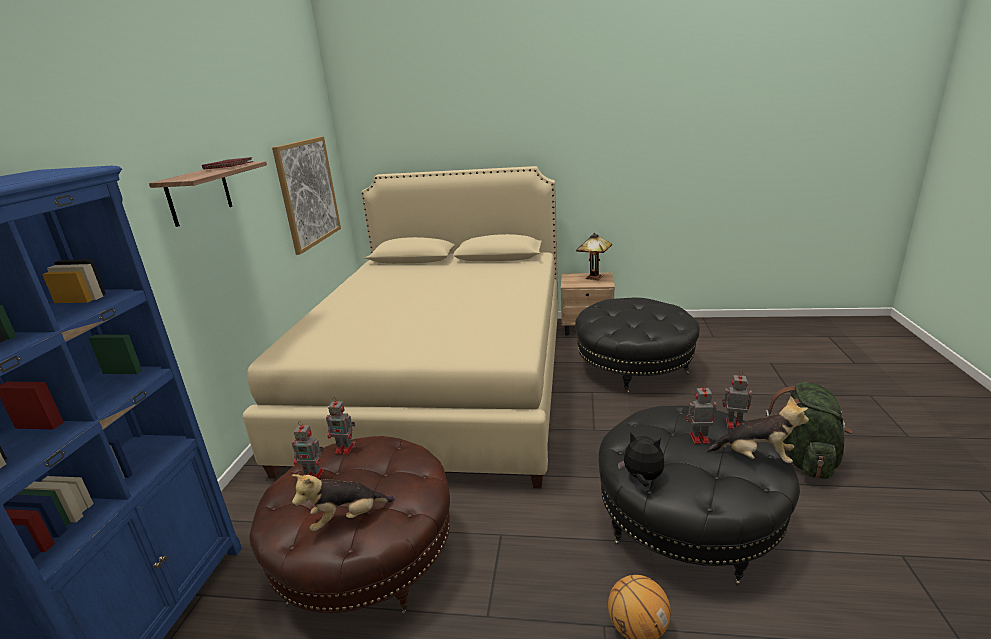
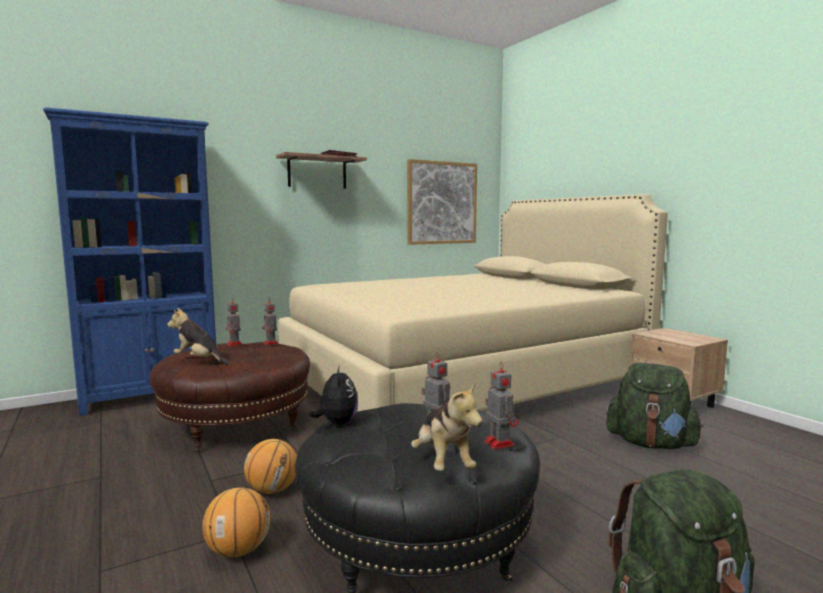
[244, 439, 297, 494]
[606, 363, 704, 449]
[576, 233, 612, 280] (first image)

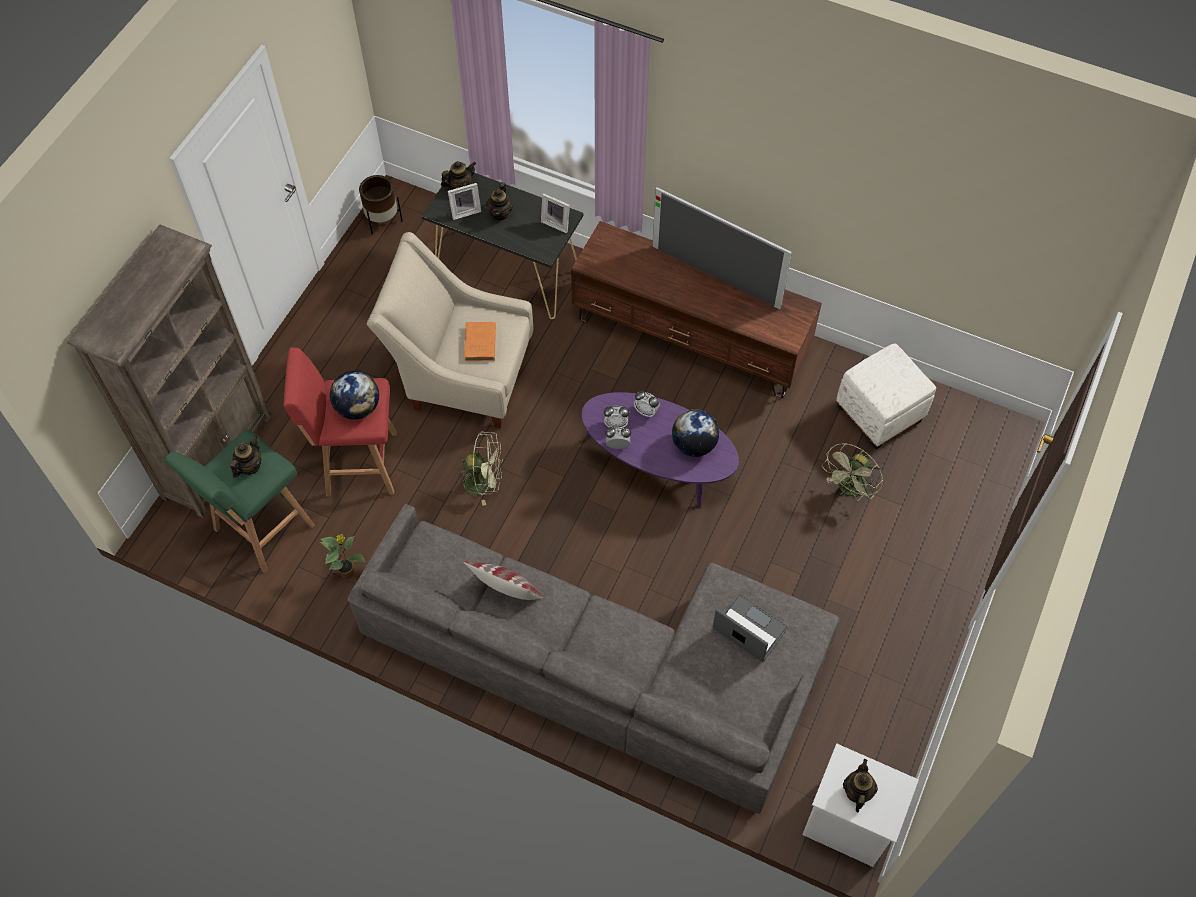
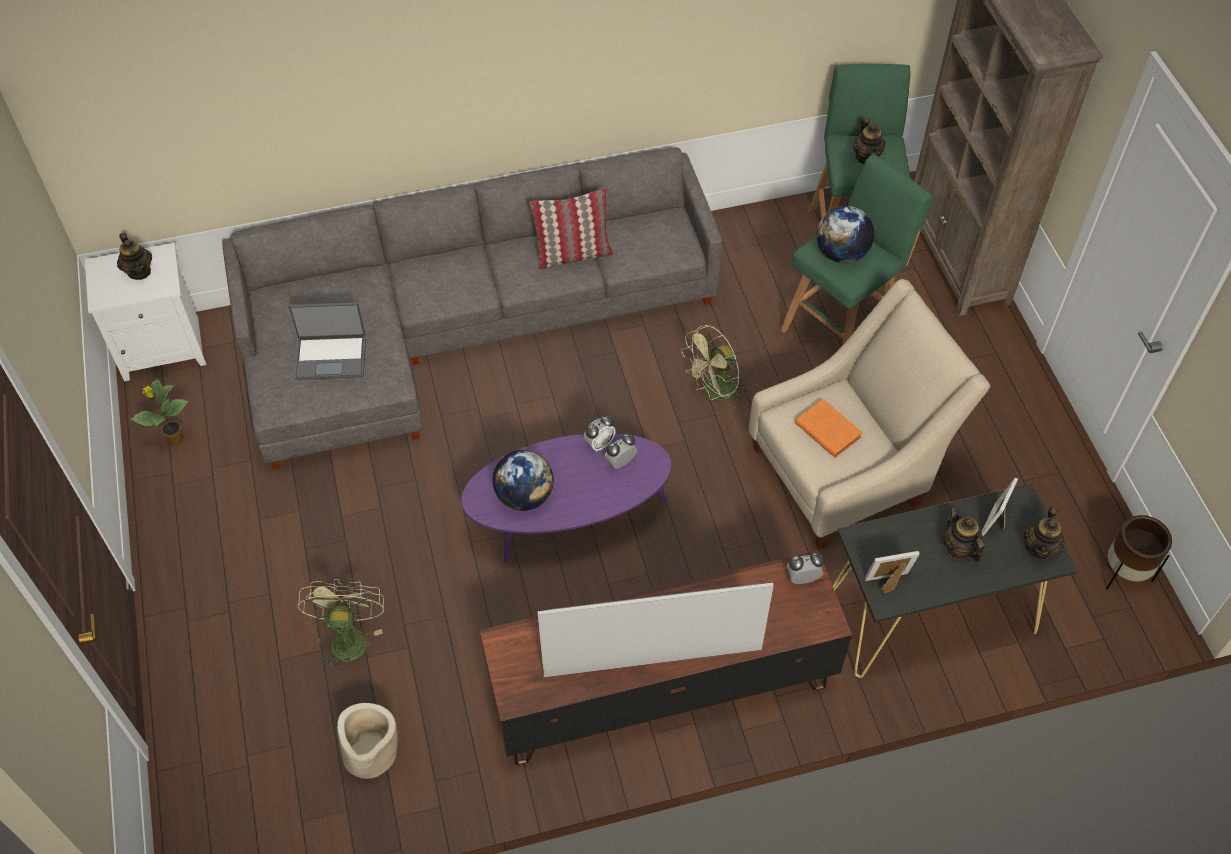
[130, 378, 189, 446]
[337, 703, 398, 779]
[781, 154, 932, 345]
[787, 552, 824, 584]

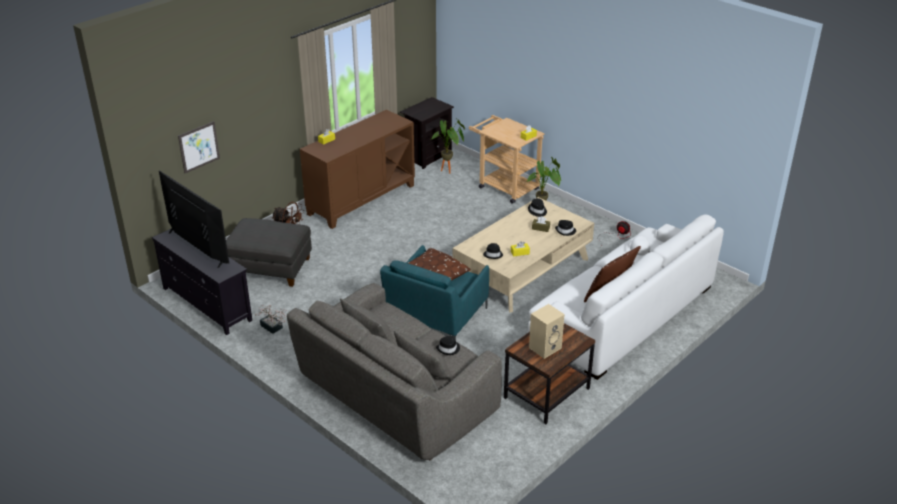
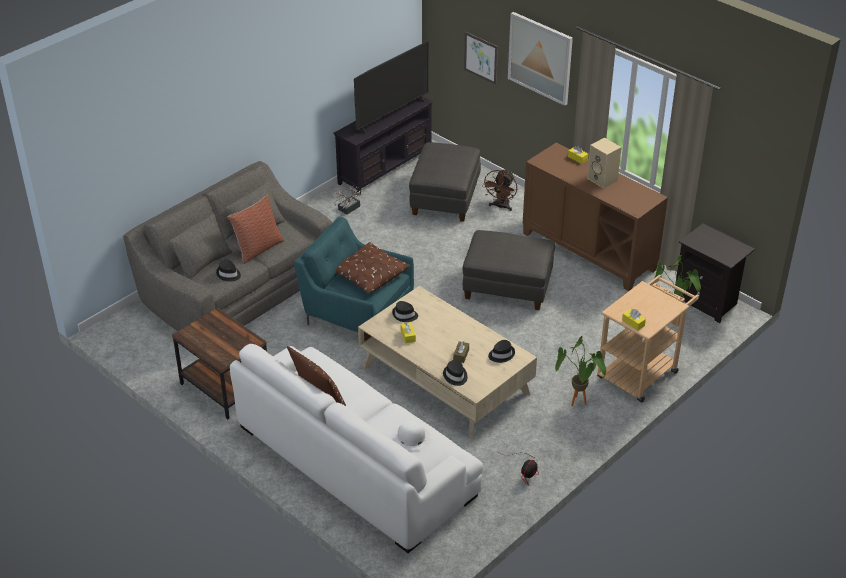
[228, 195, 284, 264]
[462, 230, 555, 310]
[508, 12, 573, 106]
[587, 137, 621, 189]

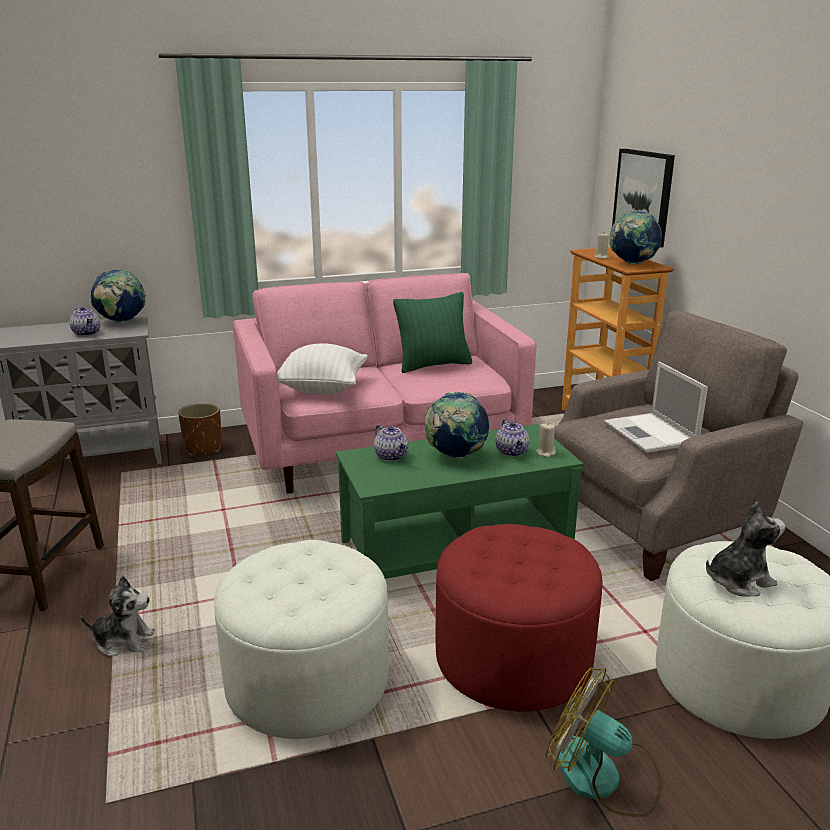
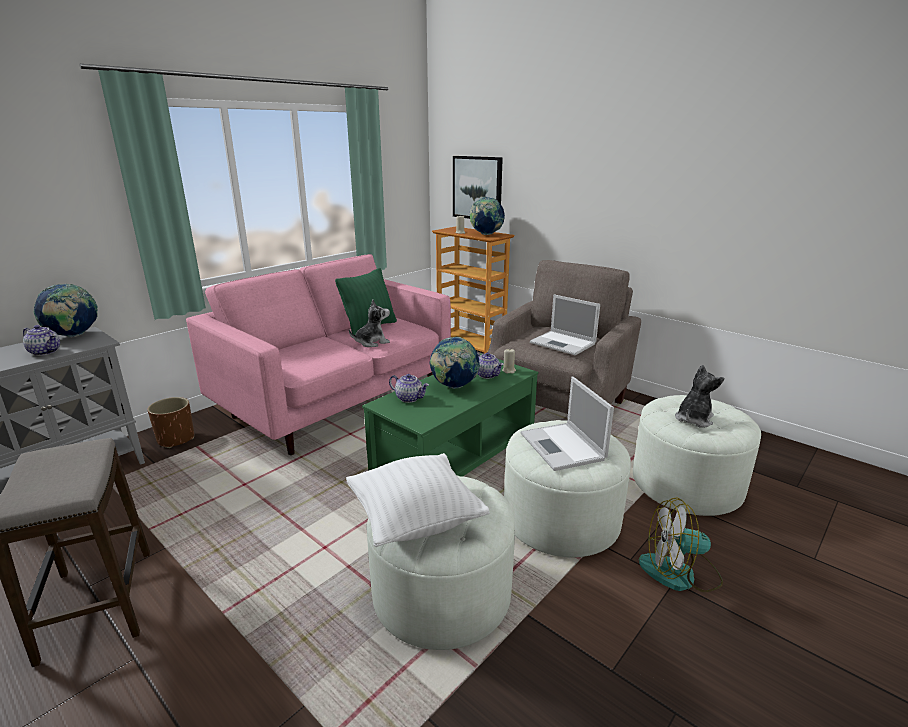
[346, 453, 490, 547]
[349, 299, 390, 347]
[504, 420, 631, 558]
[521, 377, 614, 471]

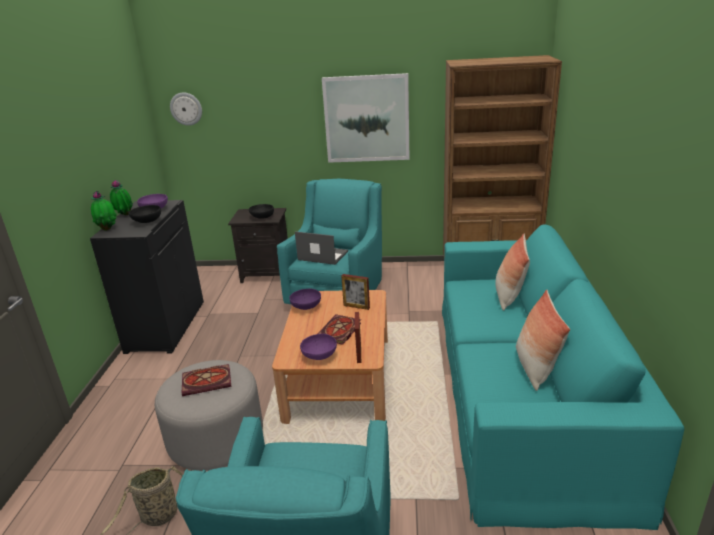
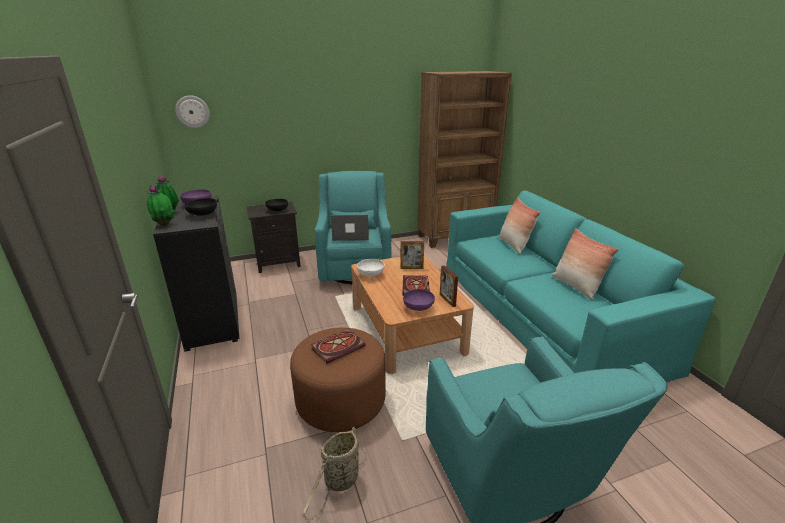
[290, 328, 386, 432]
[357, 259, 385, 277]
[322, 73, 410, 163] (first image)

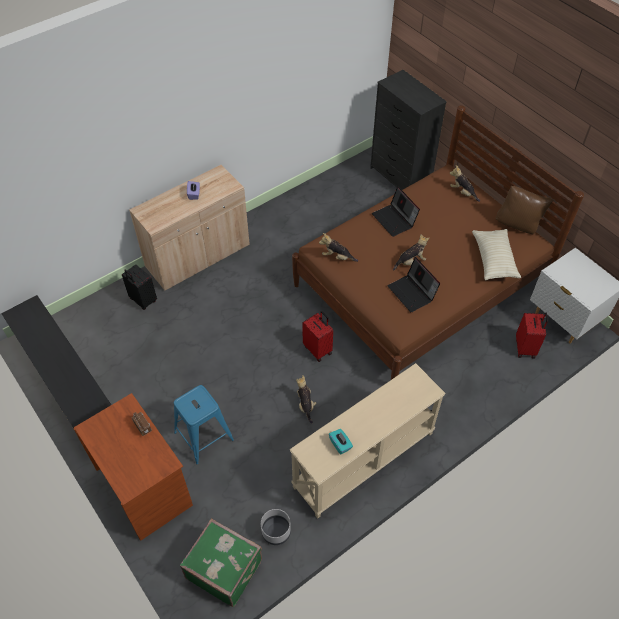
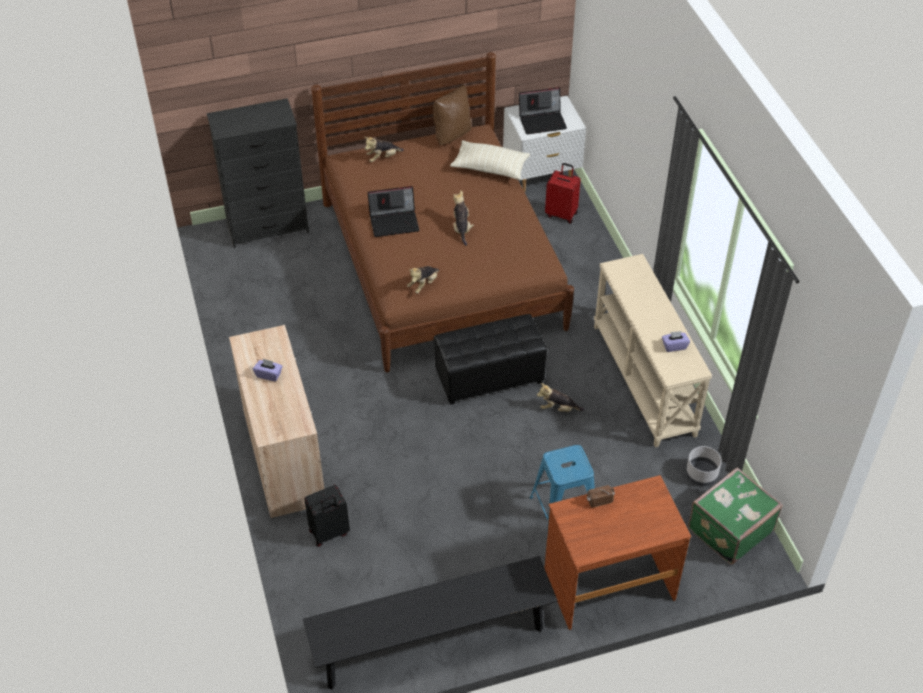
[434, 314, 547, 405]
[519, 87, 567, 134]
[662, 331, 690, 352]

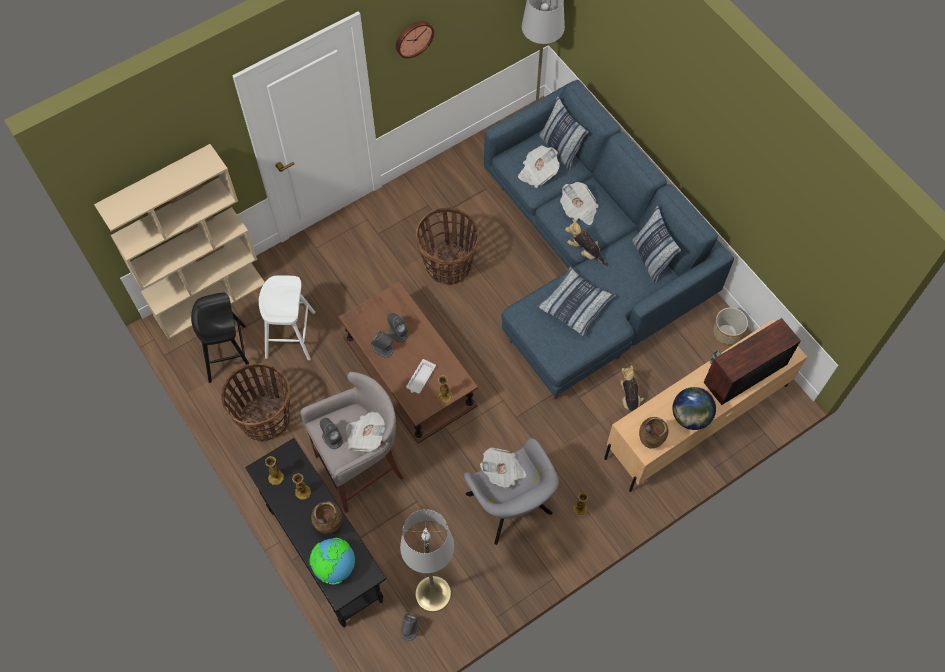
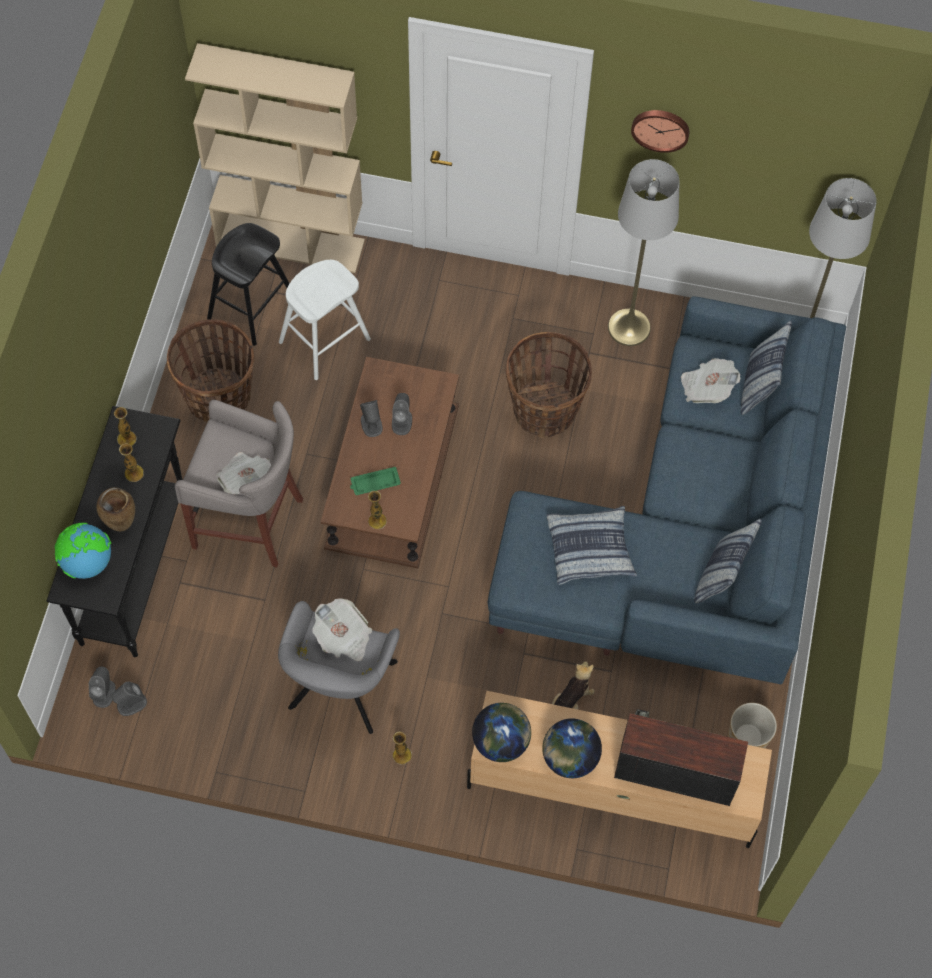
[89, 667, 116, 708]
[350, 467, 401, 495]
[472, 703, 531, 762]
[608, 159, 680, 346]
[560, 182, 599, 225] (first image)
[565, 219, 609, 266] (first image)

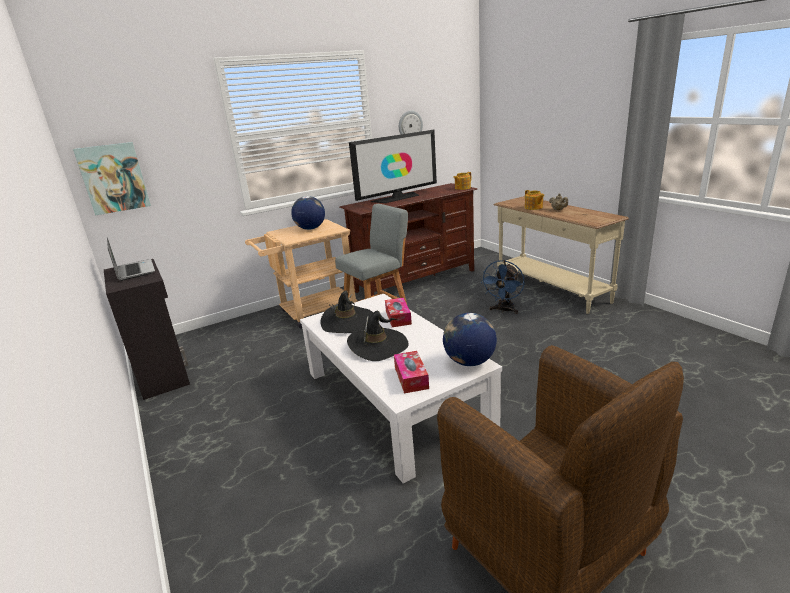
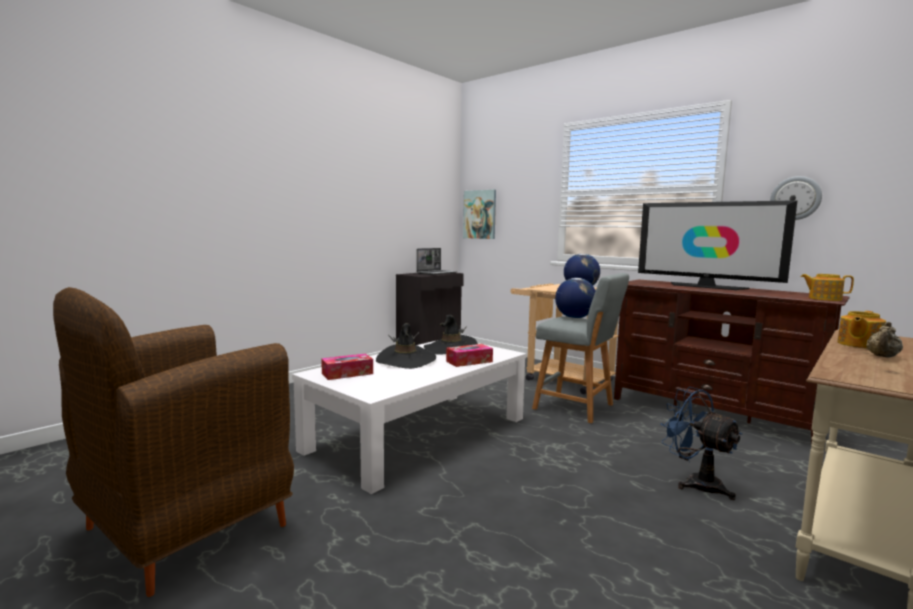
[555, 278, 596, 319]
[661, 387, 742, 500]

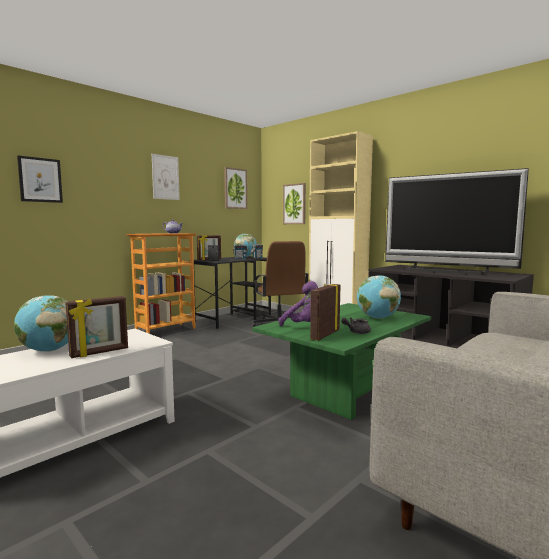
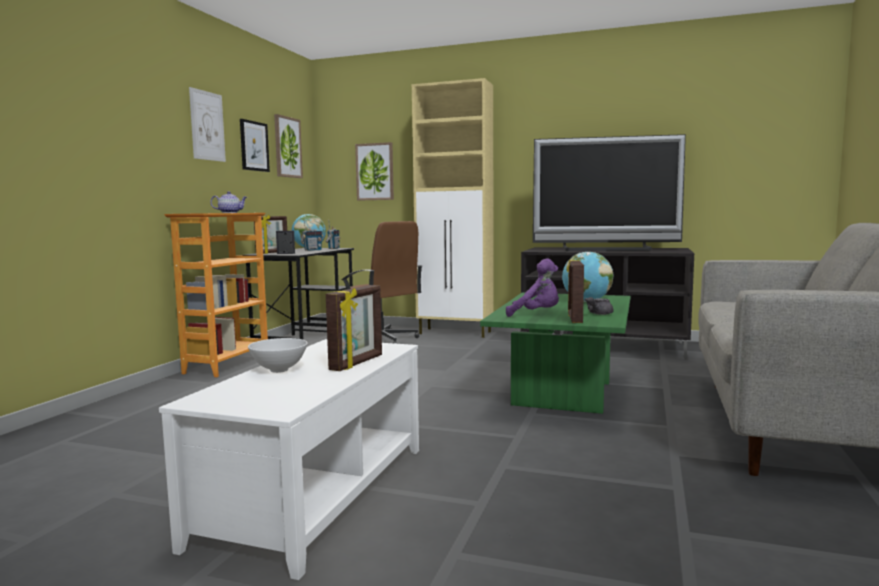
[240, 119, 270, 172]
[248, 338, 308, 373]

